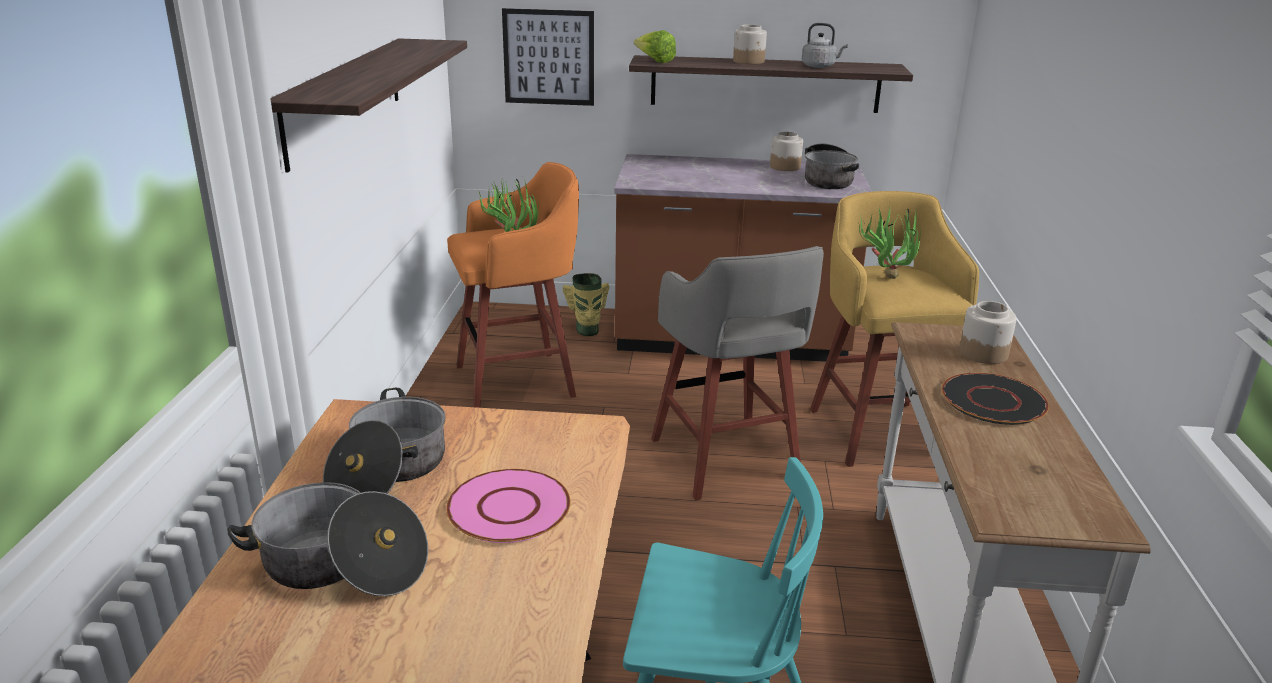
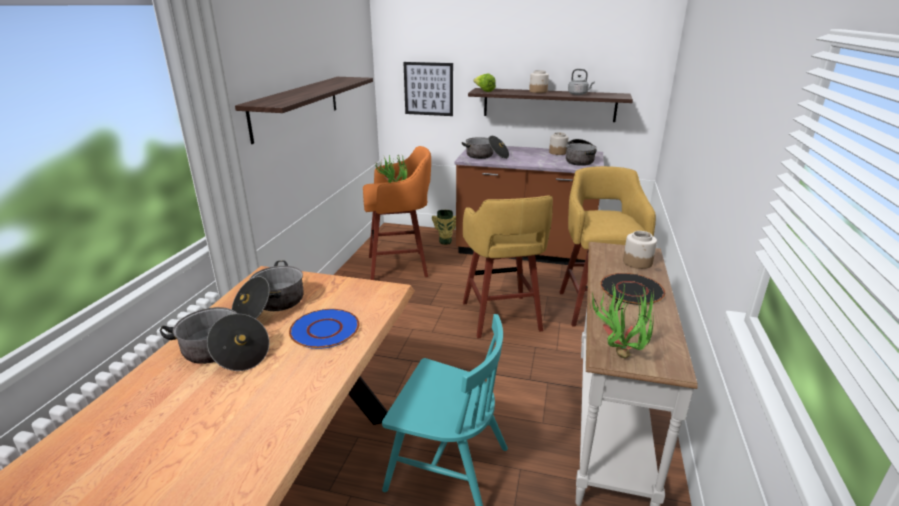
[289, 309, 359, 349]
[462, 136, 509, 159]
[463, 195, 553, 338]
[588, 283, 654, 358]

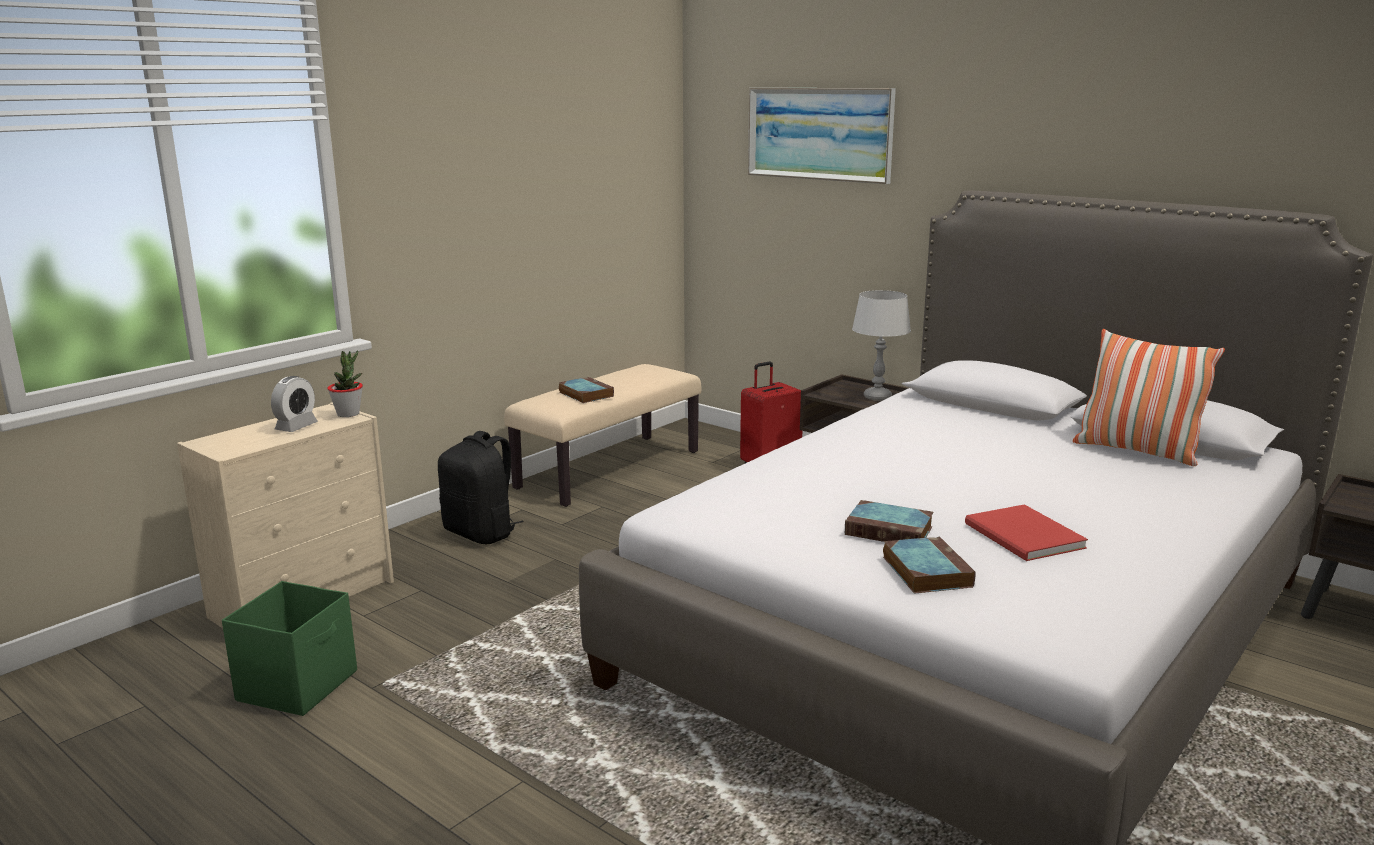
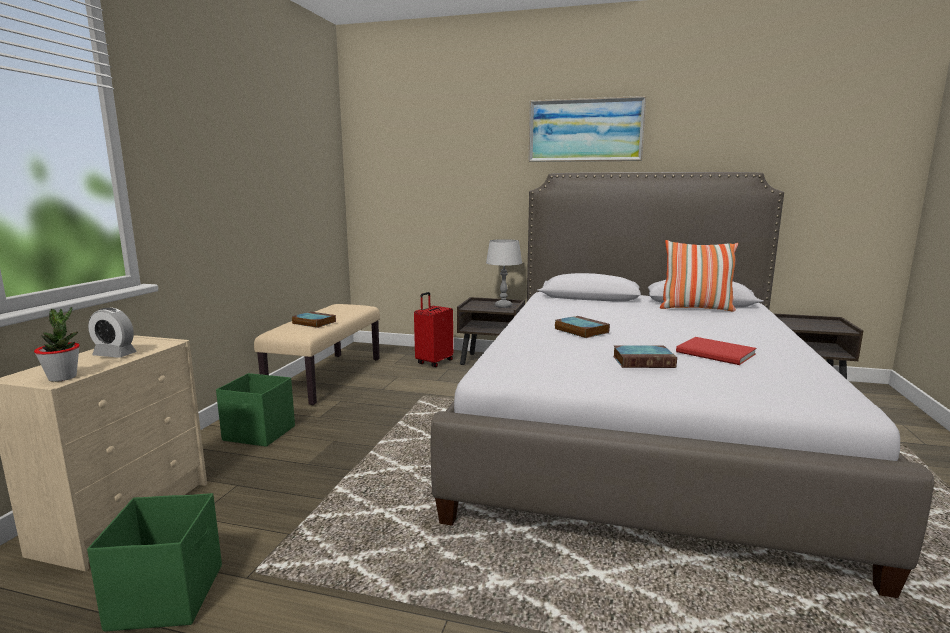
[34, 307, 80, 382]
[88, 308, 137, 358]
[216, 373, 295, 447]
[529, 96, 646, 162]
[555, 316, 610, 338]

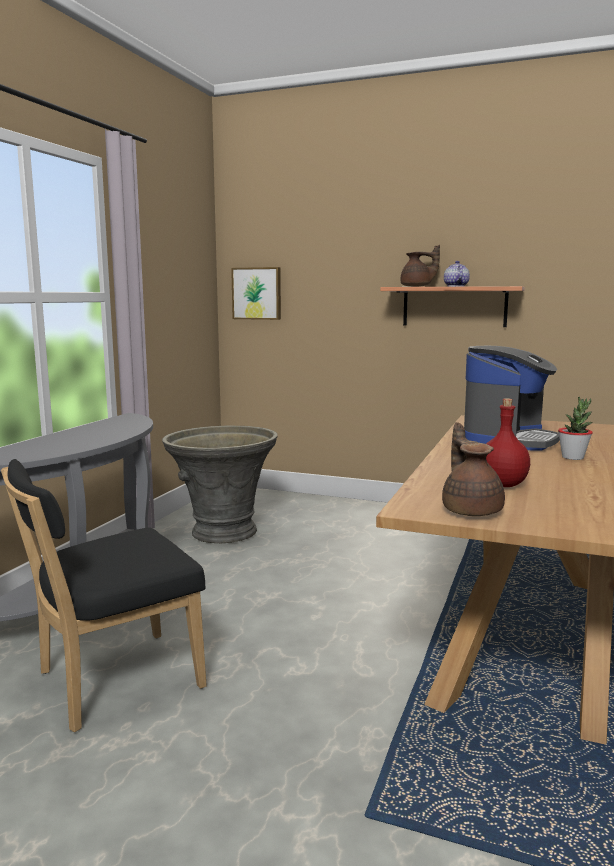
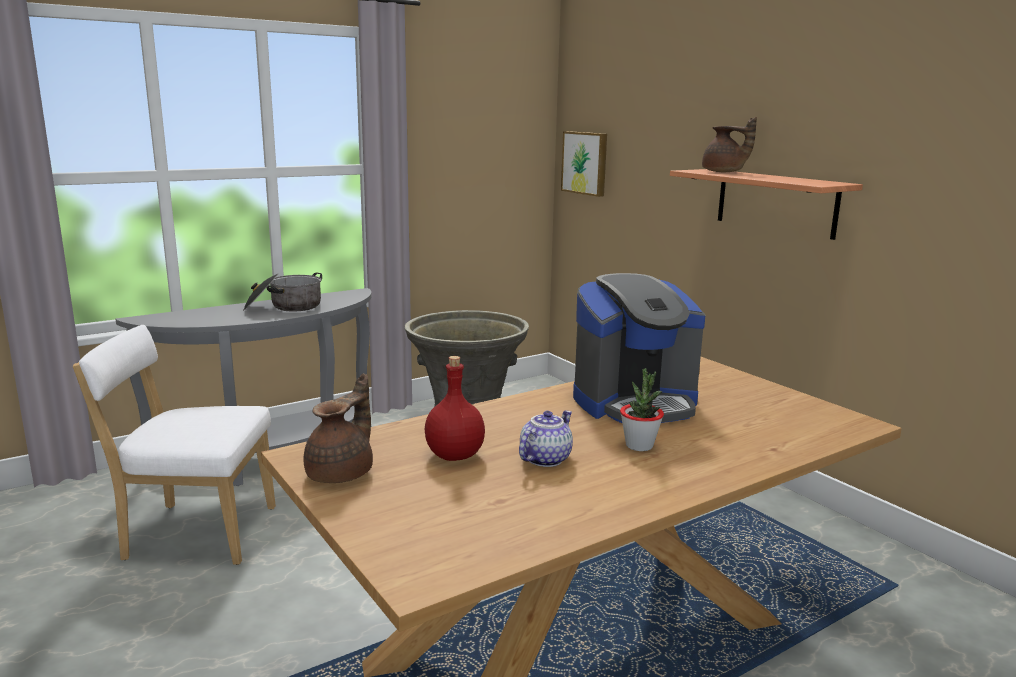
[73, 325, 276, 565]
[243, 272, 322, 311]
[519, 411, 573, 467]

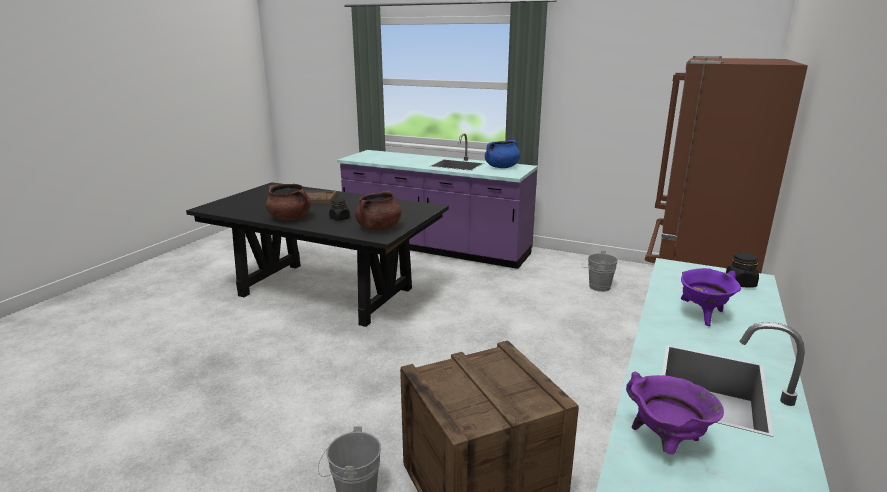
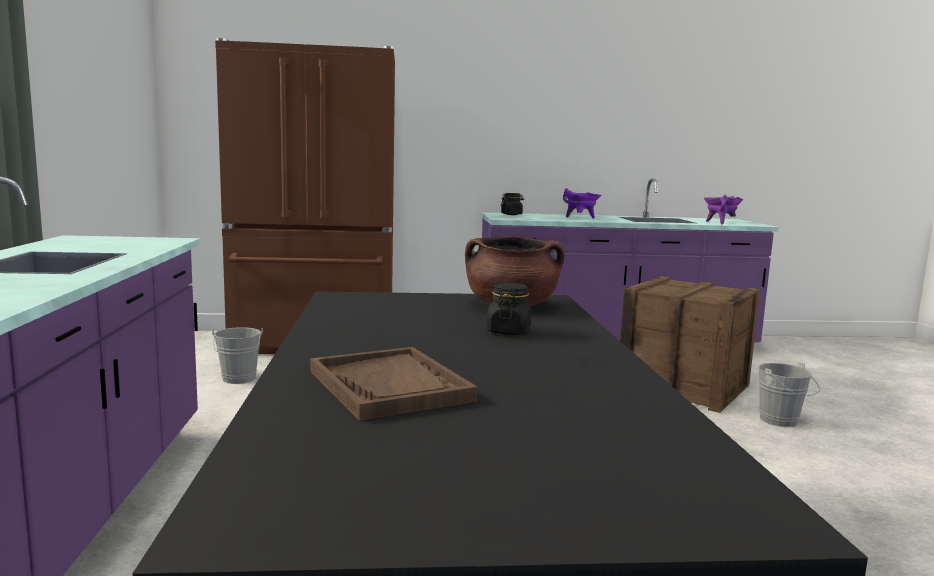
[265, 184, 311, 220] (first image)
[485, 140, 520, 168] (first image)

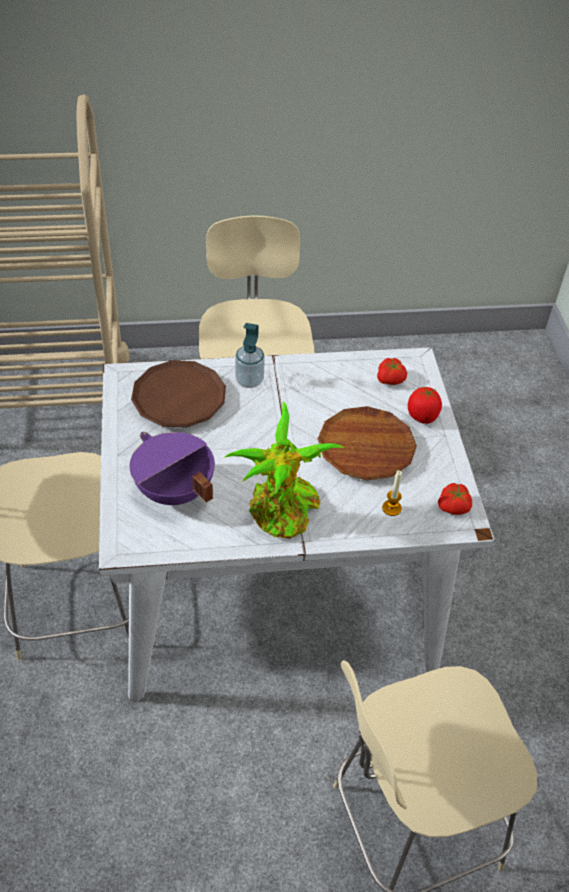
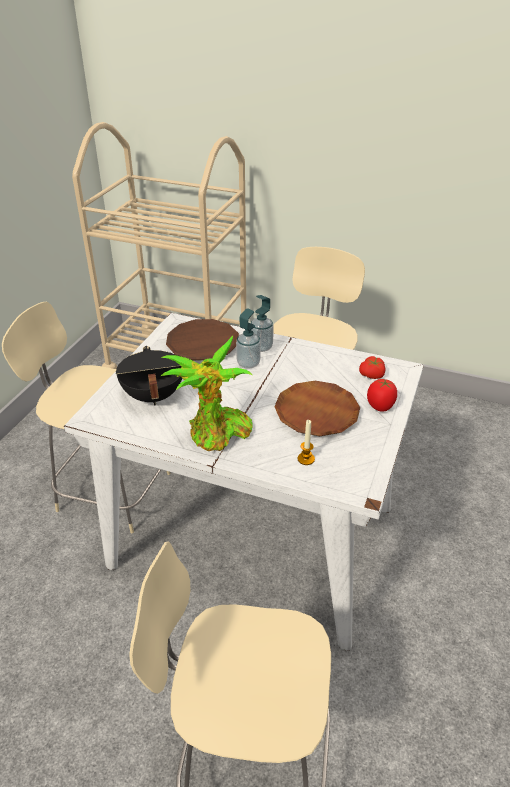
[116, 346, 182, 405]
[236, 308, 261, 369]
[438, 483, 472, 515] (first image)

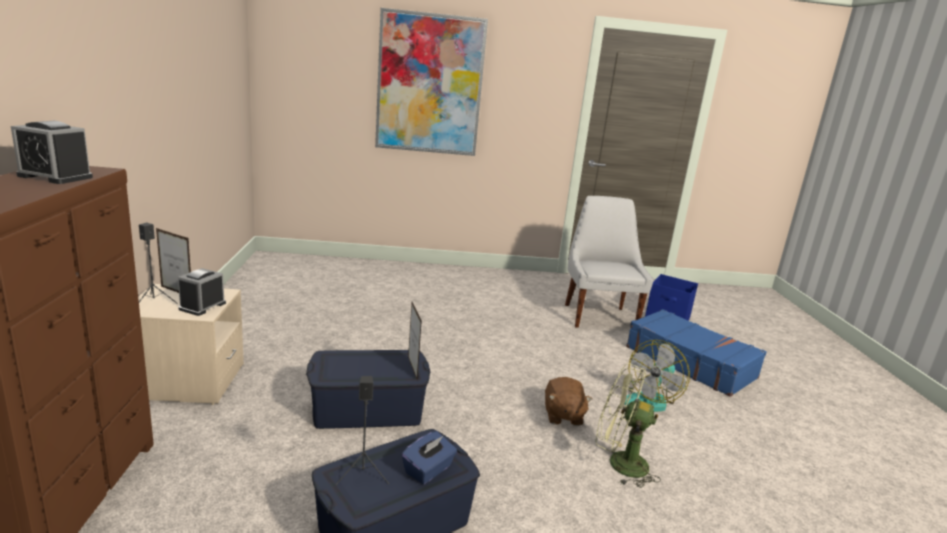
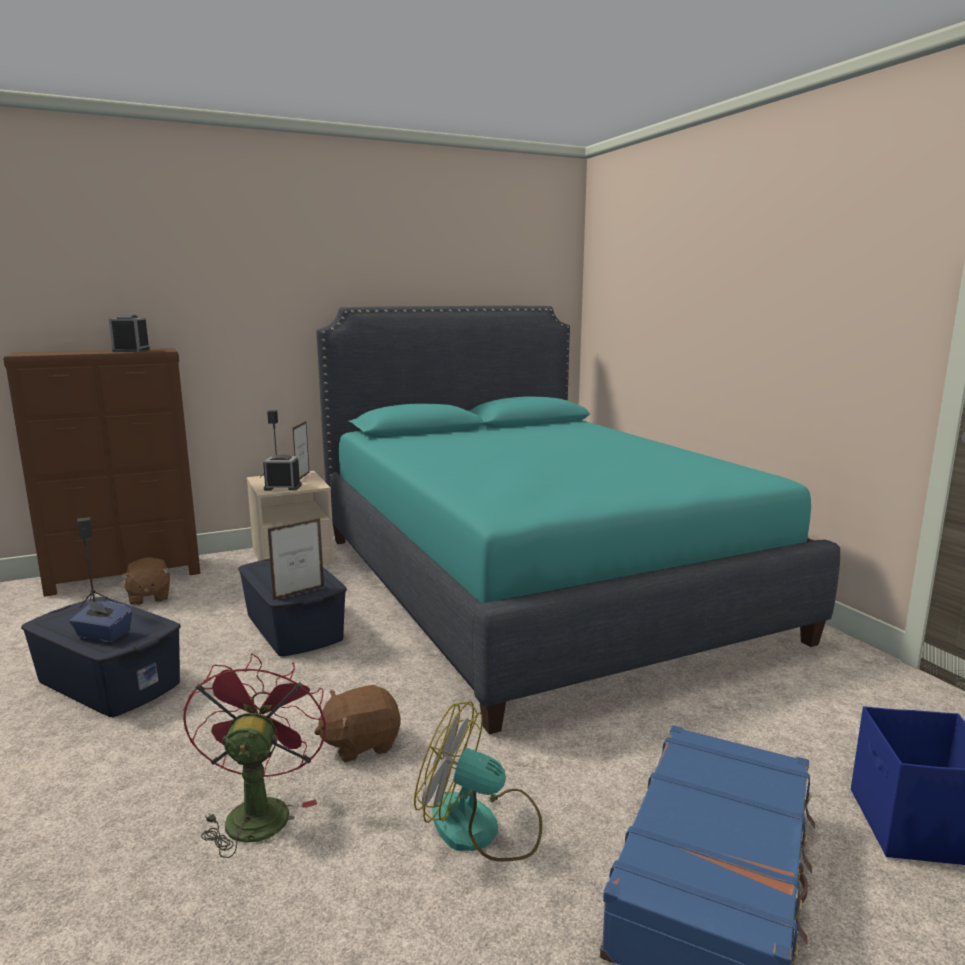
[120, 557, 170, 606]
[183, 653, 327, 858]
[316, 306, 840, 735]
[375, 8, 488, 156] (first image)
[565, 196, 654, 328] (first image)

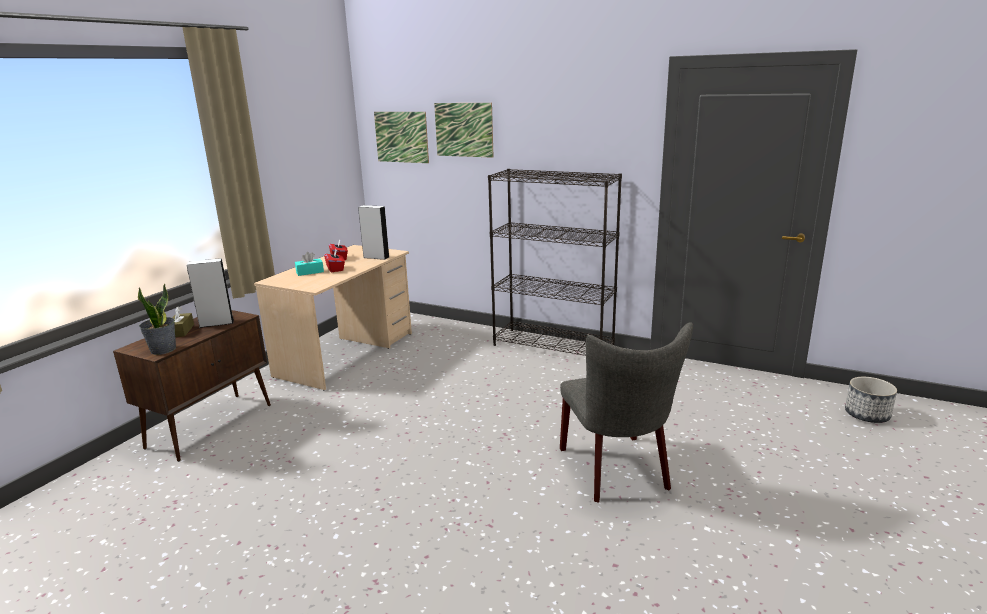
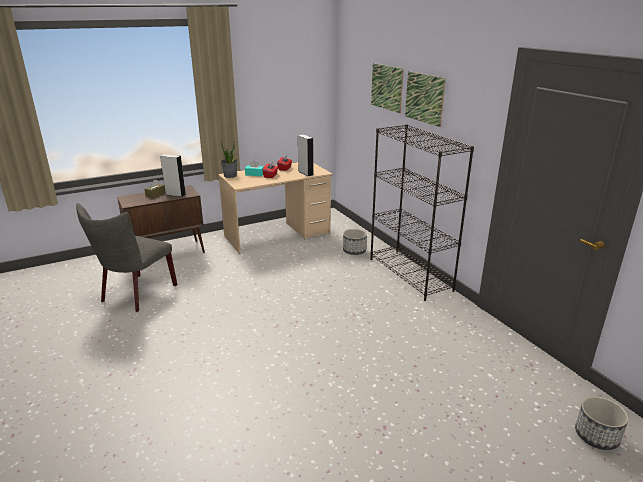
[76, 203, 177, 312]
[221, 140, 238, 178]
[343, 229, 367, 255]
[405, 71, 446, 127]

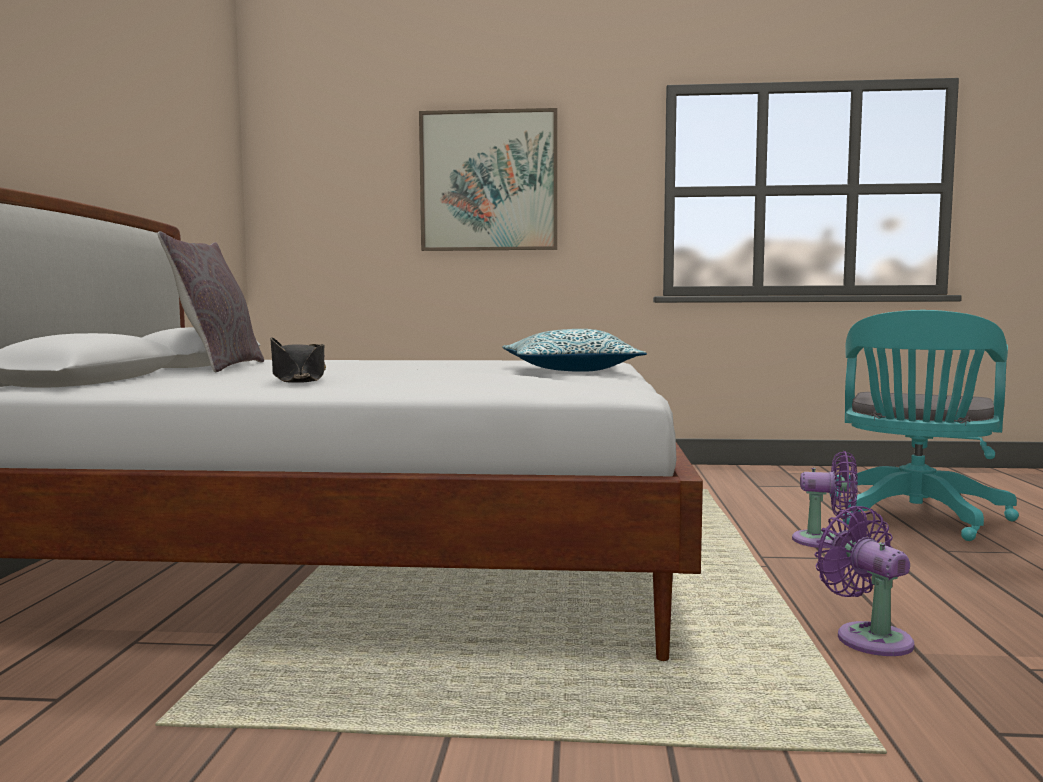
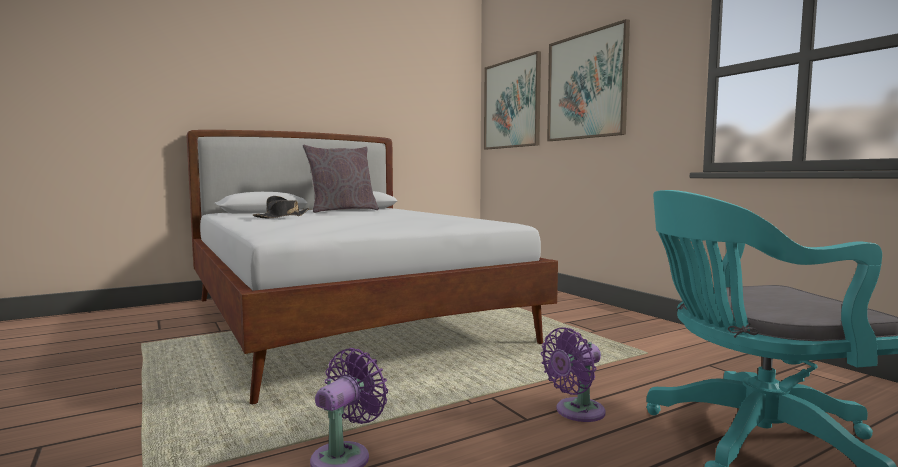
[484, 51, 541, 149]
[541, 328, 606, 422]
[502, 329, 647, 372] (first image)

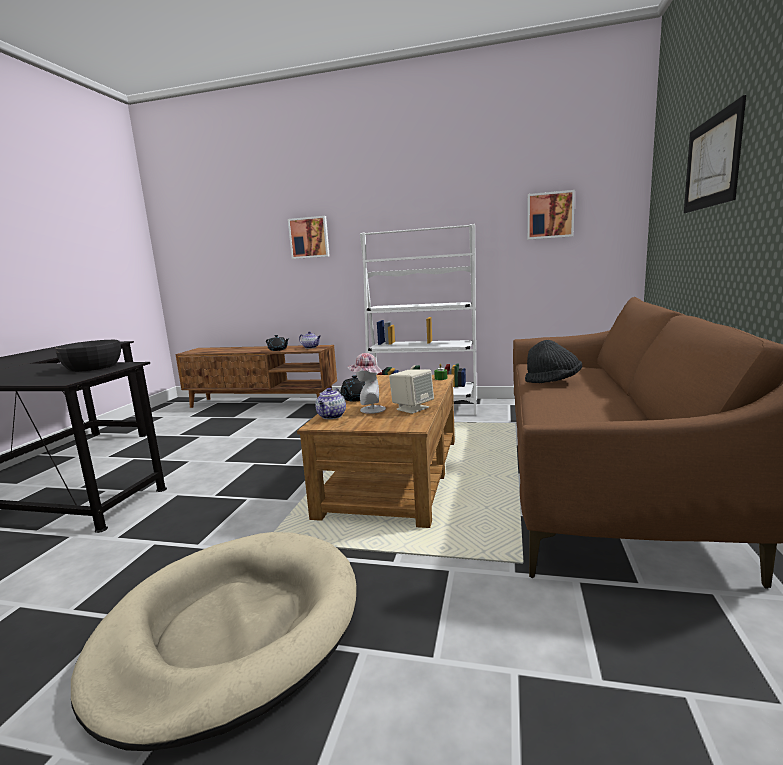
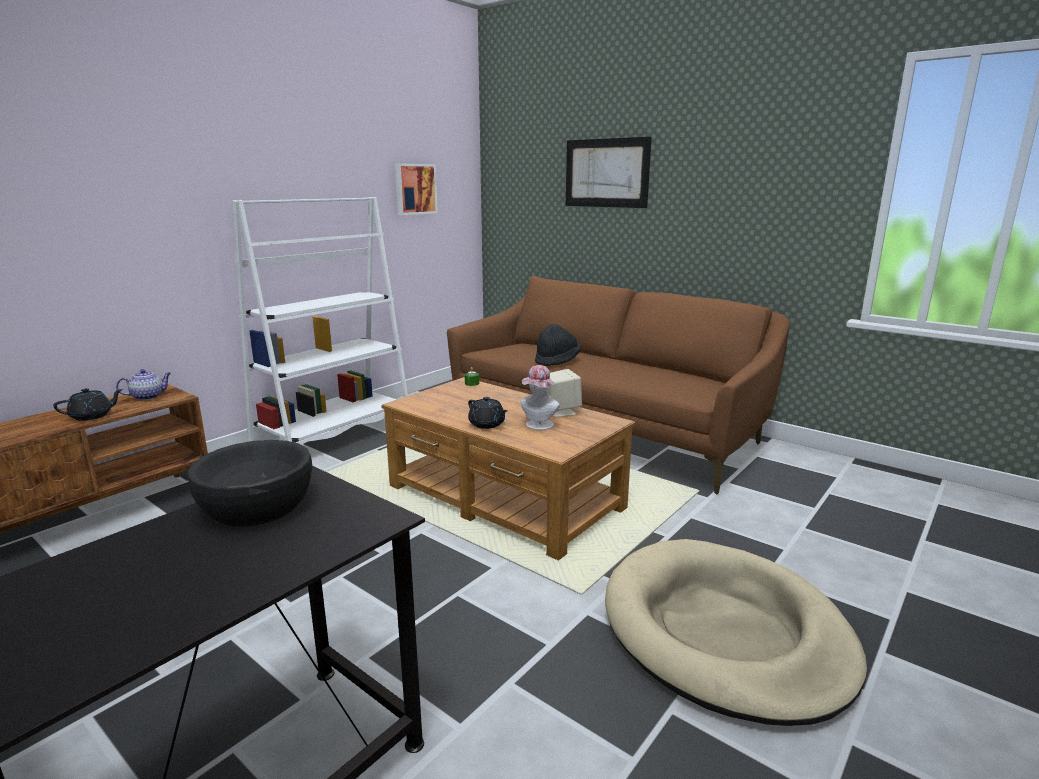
[288, 216, 330, 259] (first image)
[315, 388, 346, 419] (first image)

